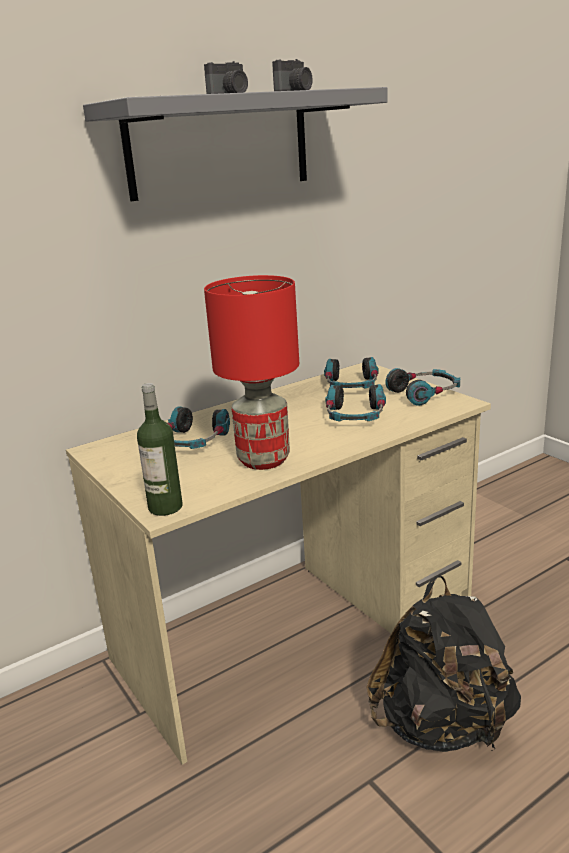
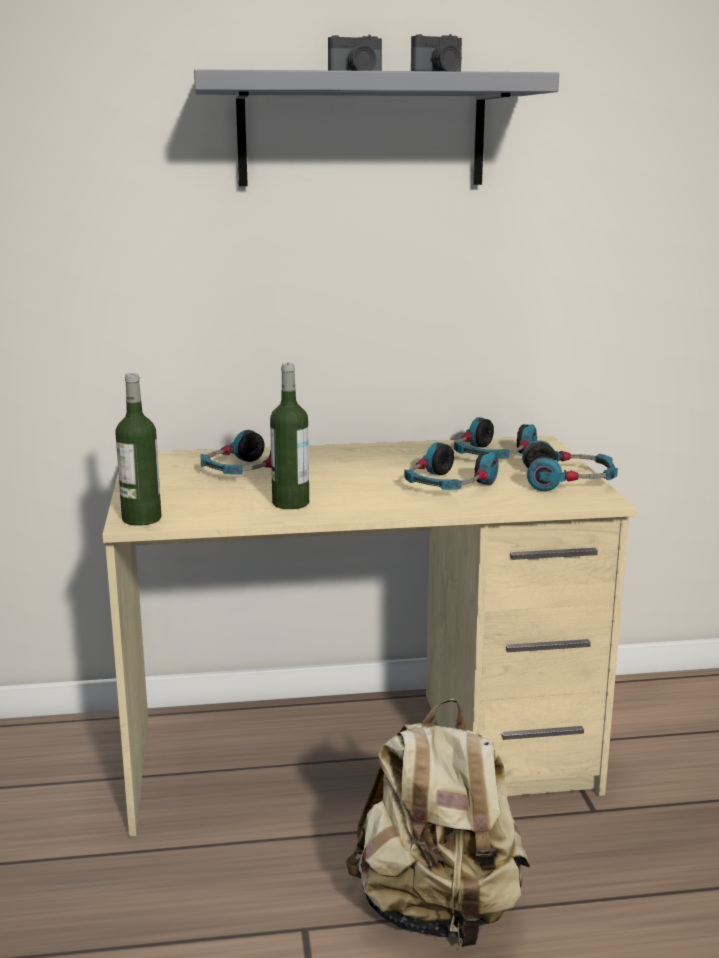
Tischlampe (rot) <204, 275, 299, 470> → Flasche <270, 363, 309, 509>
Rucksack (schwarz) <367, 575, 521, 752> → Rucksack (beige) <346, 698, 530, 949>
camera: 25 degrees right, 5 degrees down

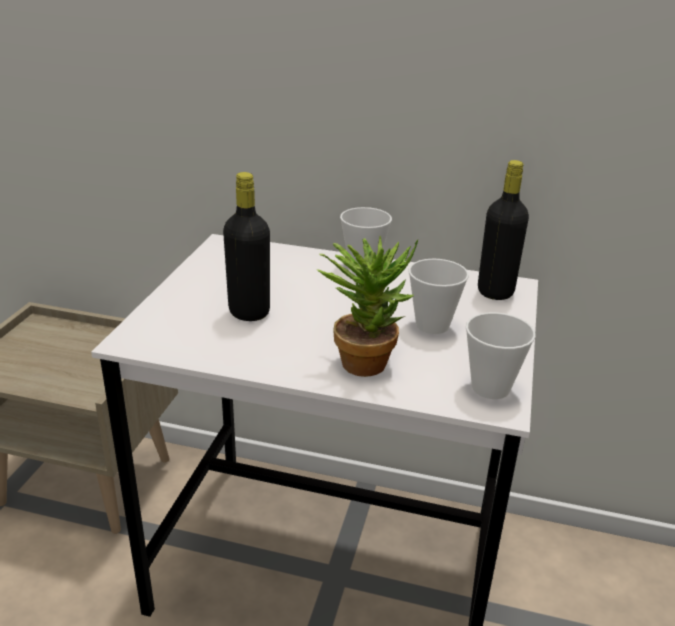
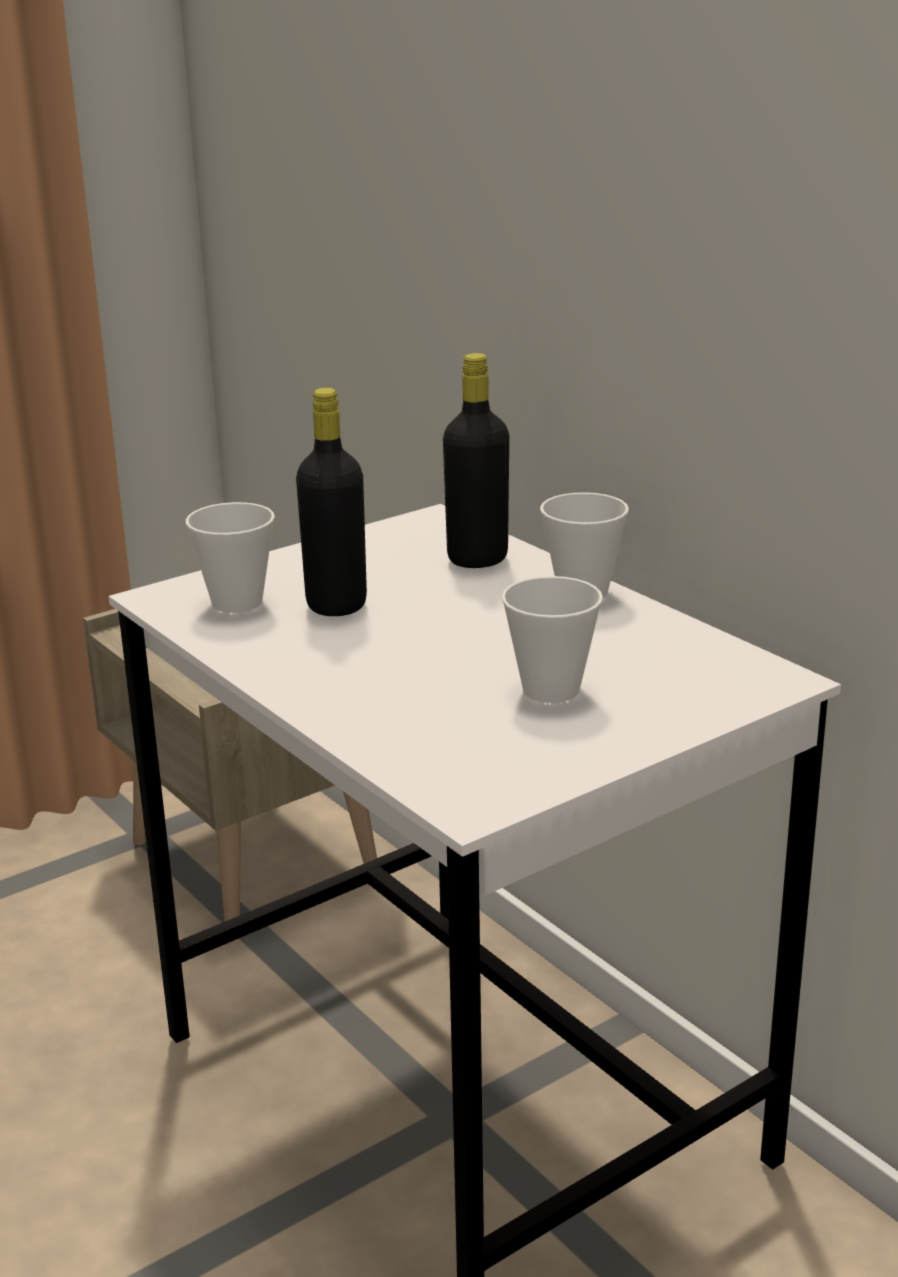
Tasse <466, 312, 536, 399> → Tasse <185, 502, 275, 613>, relocated
Flasche (schwarz) <478, 160, 529, 300> → Flasche (schwarz) <443, 353, 509, 568>, relocated
Topfpflanze <317, 236, 418, 377> → -
camera: 40 degrees right, 5 degrees down

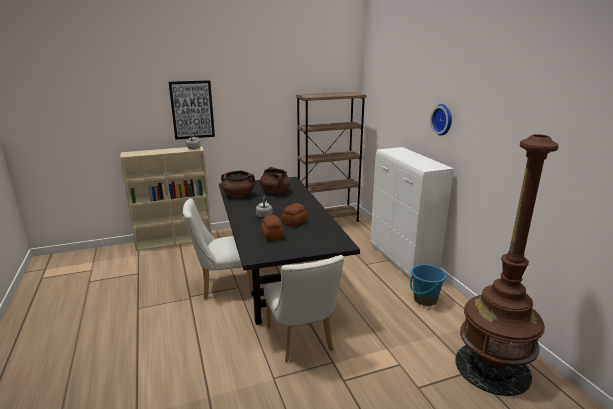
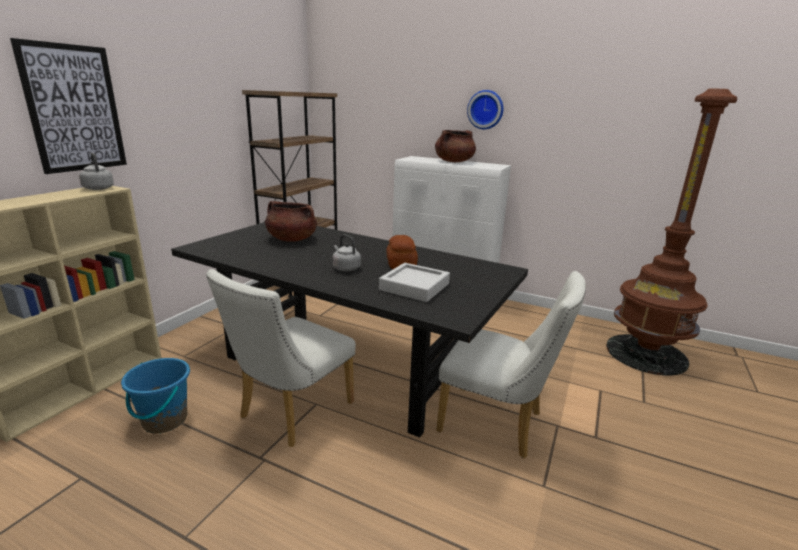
Eimer (blau) <410, 264, 447, 306> → Eimer (blau) <121, 358, 190, 433>, relocated
Brot <261, 215, 284, 241> → Tablett (grau) <379, 263, 450, 302>
Kochtopf (braun) <221, 171, 255, 197> → Kochtopf (braun) <435, 130, 476, 162>, relocated
camera: 45 degrees left, 0 degrees up

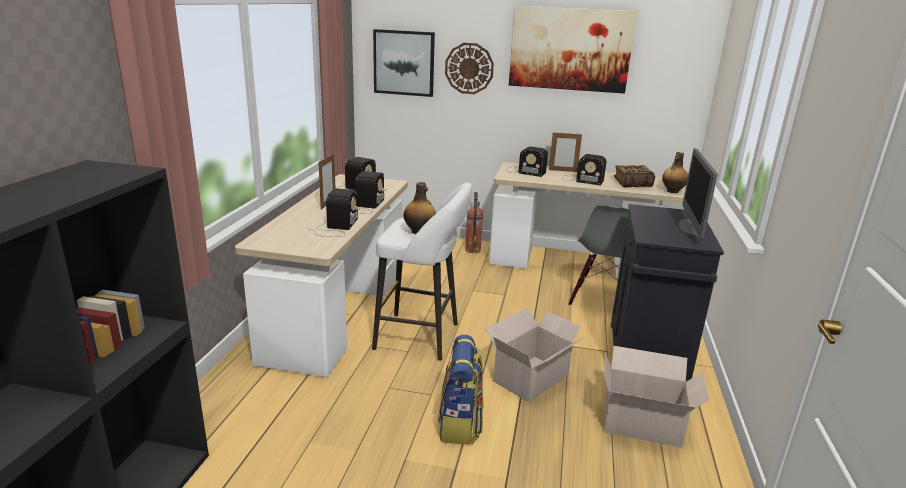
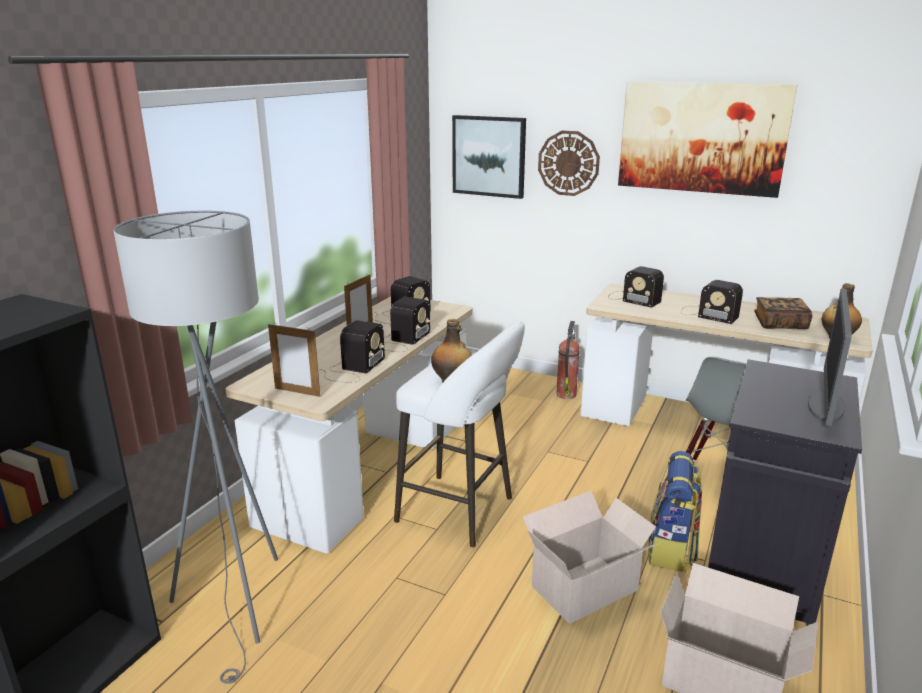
- → Stehlampe (grau) <113, 210, 278, 684>
Bilderrahmen <549, 133, 582, 172> → Bilderrahmen <268, 324, 320, 397>, relocated
Rucksack <438, 335, 483, 445> → Rucksack <648, 451, 702, 572>, relocated
camera: 15 degrees right, 0 degrees up

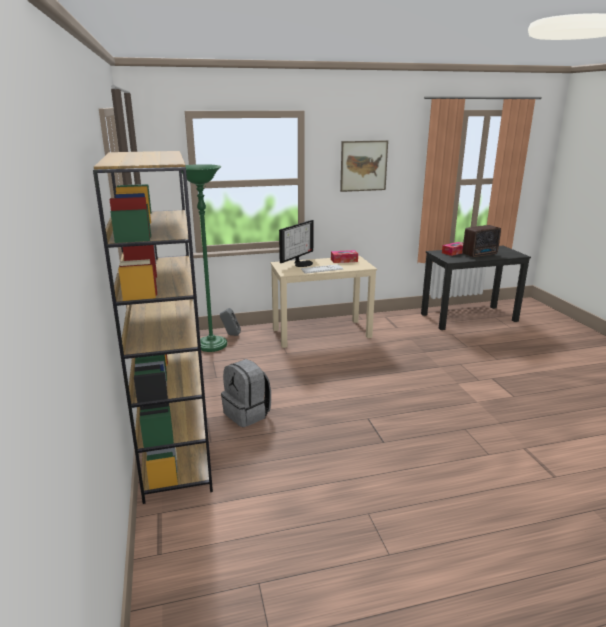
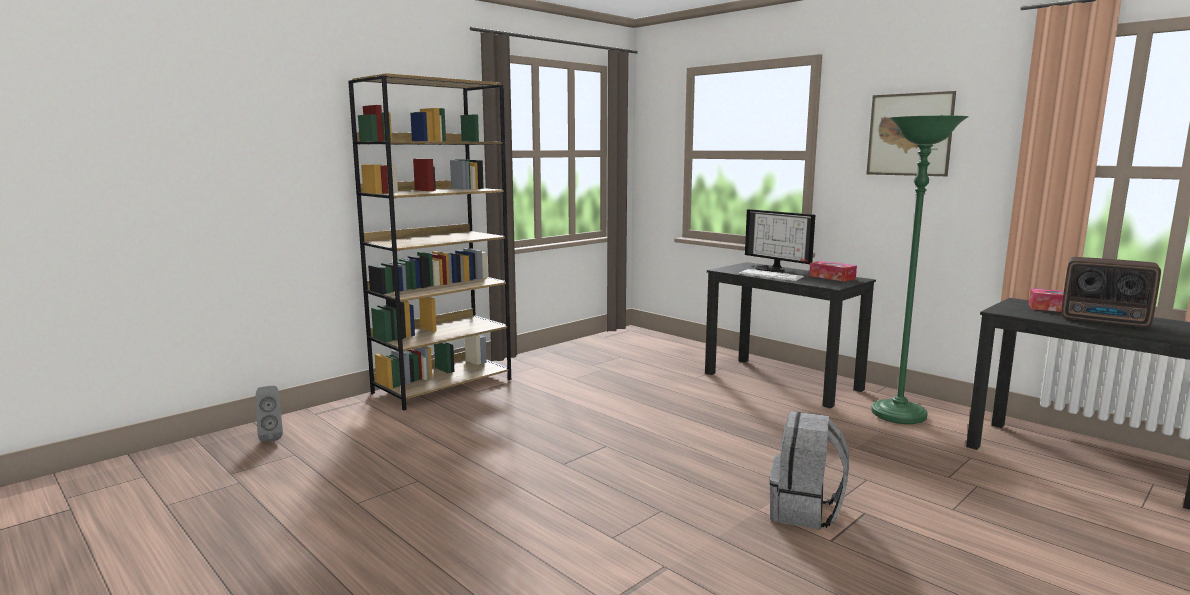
Lautsprecher (grau) <220, 308, 241, 336> → Lautsprecher (grau) <256, 386, 283, 442>, relocated
Schreibtisch (beige) <270, 256, 377, 348> → Schreibtisch (schwarz) <705, 262, 876, 408>
Monitor <279, 220, 314, 267> → Monitor <745, 209, 815, 272>, 45 degrees clockwise
Rucksack (grau) <221, 359, 271, 427> → Rucksack (grau) <769, 411, 849, 530>, relocated
Stehlampe (grün) <182, 164, 227, 352> → Stehlampe (grün) <871, 116, 969, 424>, relocated
camera: 60 degrees right, 10 degrees down

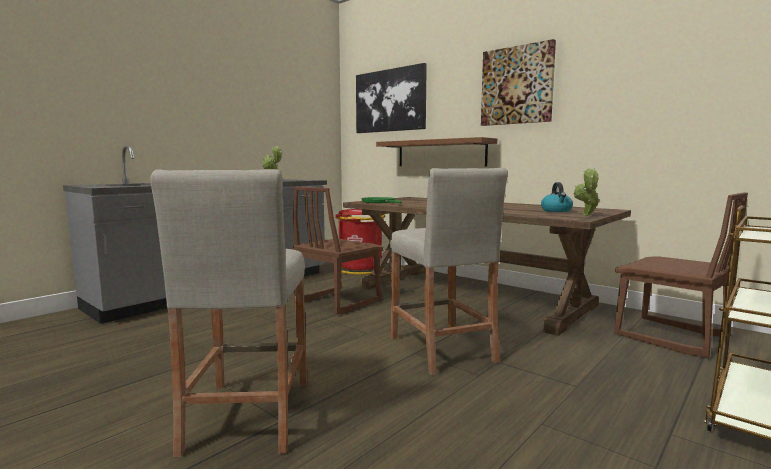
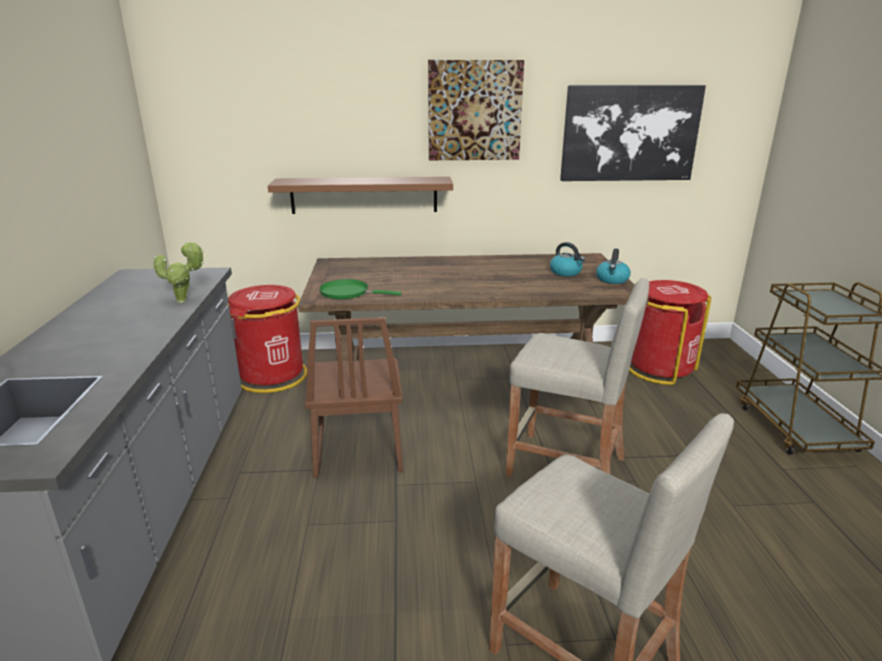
Bild <356, 63, 427, 133> → Bild <560, 85, 706, 181>, relocated
Topfpflanze <574, 168, 600, 216> → Wasserkessel <596, 248, 631, 284>
Stuhl (braun) <614, 192, 748, 358> → Mülleimer (rot) <629, 280, 711, 385>
camera: 45 degrees left, 15 degrees up

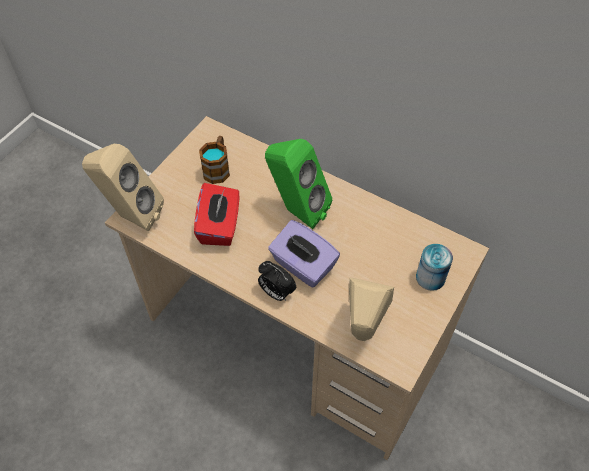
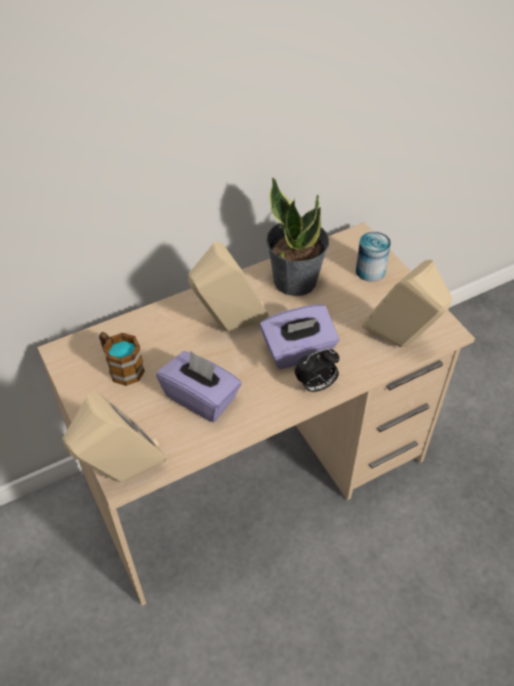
Taschentuchbox (rot) <194, 183, 239, 246> → Taschentuchbox (lila) <156, 351, 242, 422>
Lautsprecher (grün) <265, 139, 332, 229> → Lautsprecher (beige) <188, 242, 269, 332>
- → Topfpflanze <266, 177, 329, 296>
camera: 60 degrees left, 5 degrees down

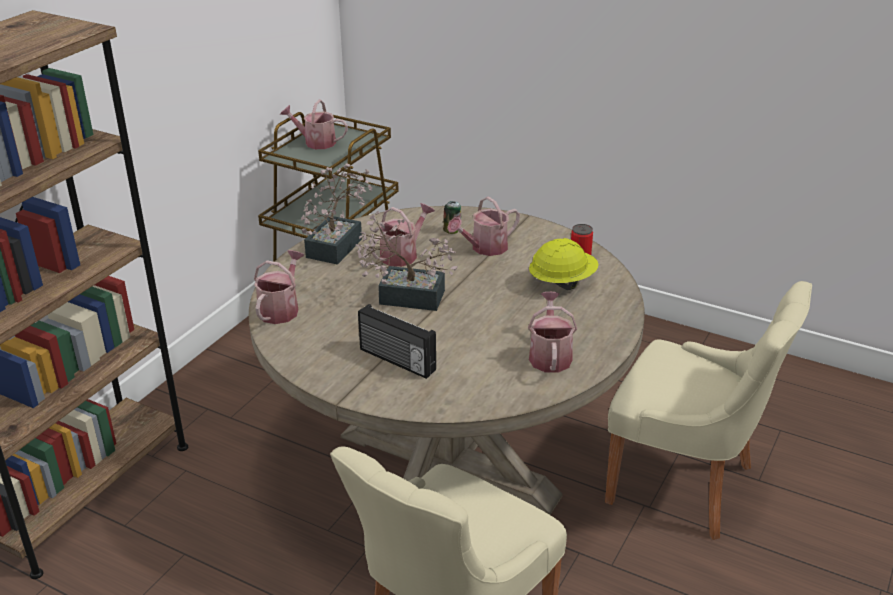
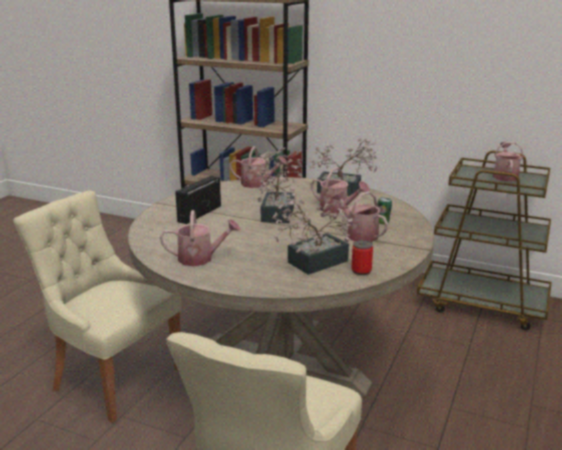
Schutzhelm (gelb) <529, 238, 599, 290> → Topfpflanze <272, 197, 353, 275>
camera: 85 degrees right, 10 degrees down

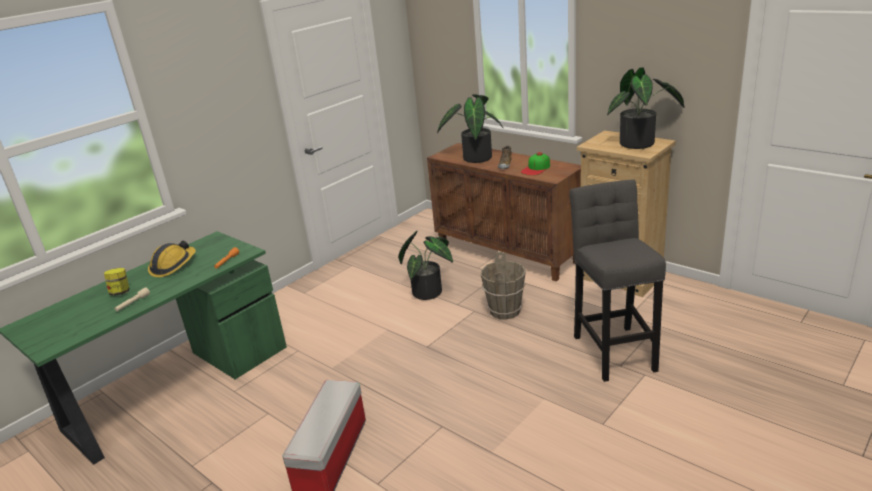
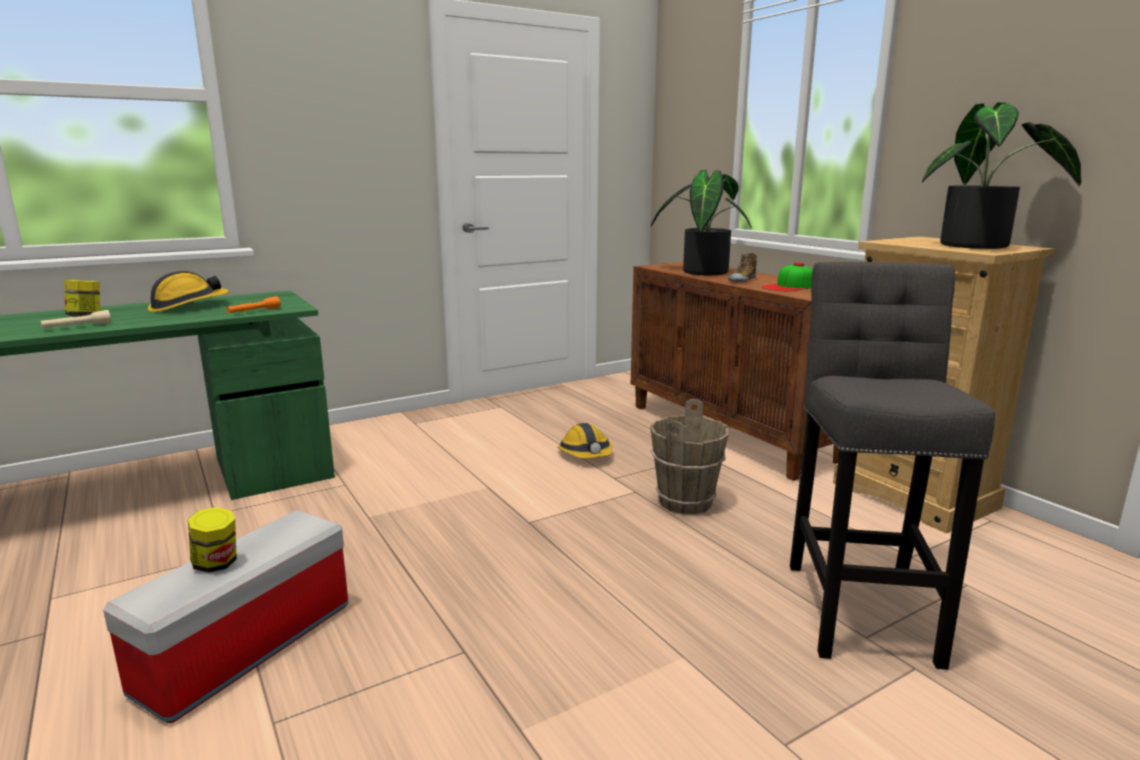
- → Vorratsglas <188, 507, 237, 573>
Topfpflanze <398, 231, 453, 300> → Schutzhelm <557, 423, 612, 459>
camera: 15 degrees right, 10 degrees down

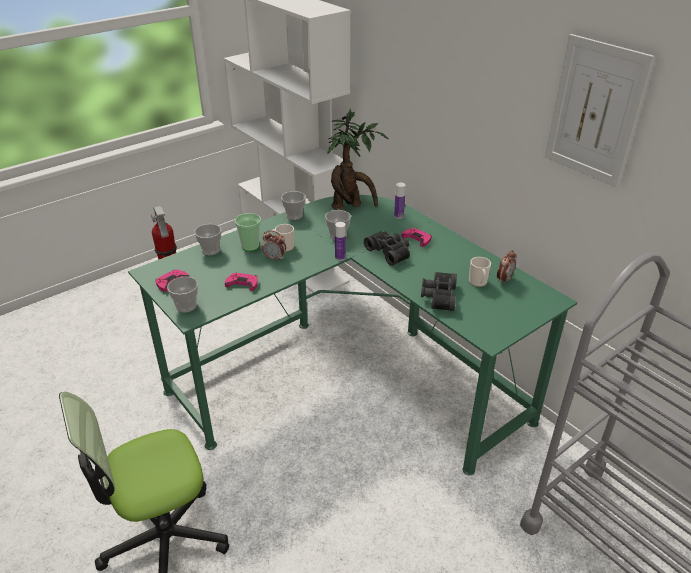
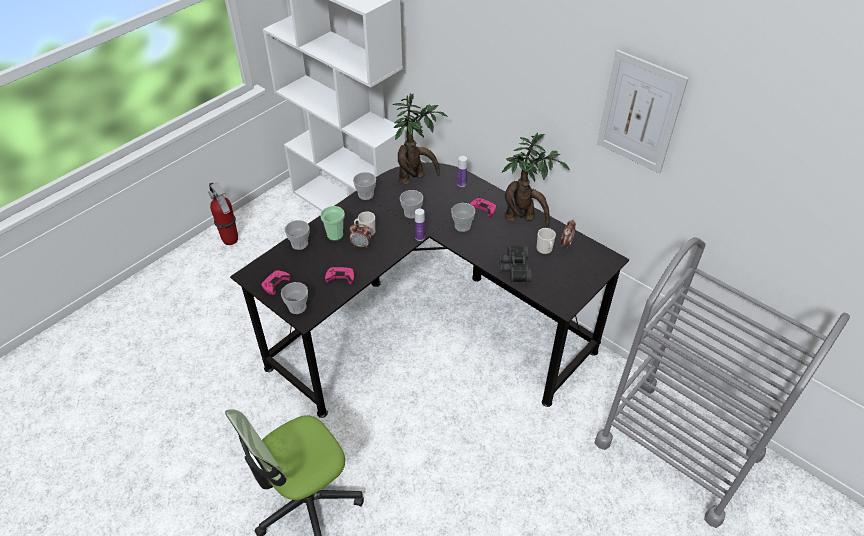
Schreibtisch (grün) <128, 195, 577, 475> → Schreibtisch (schwarz) <230, 162, 629, 418>
Fernglas (schwarz) <364, 231, 410, 266> → Tasse <451, 203, 475, 232>
- → Topfpflanze <502, 132, 570, 226>
camera: 10 degrees left, 10 degrees up

